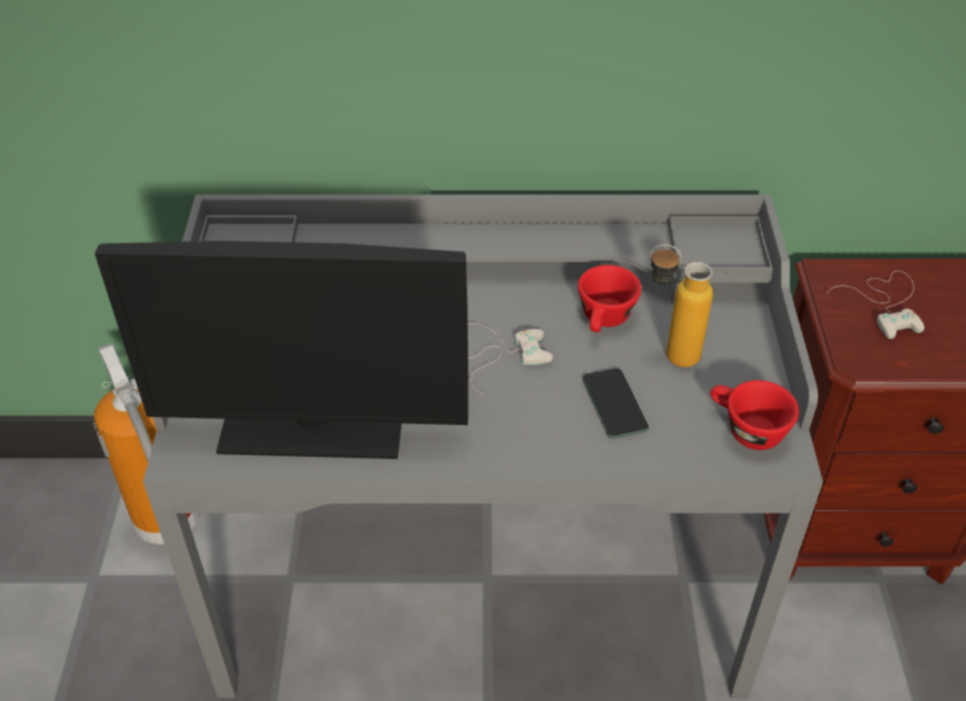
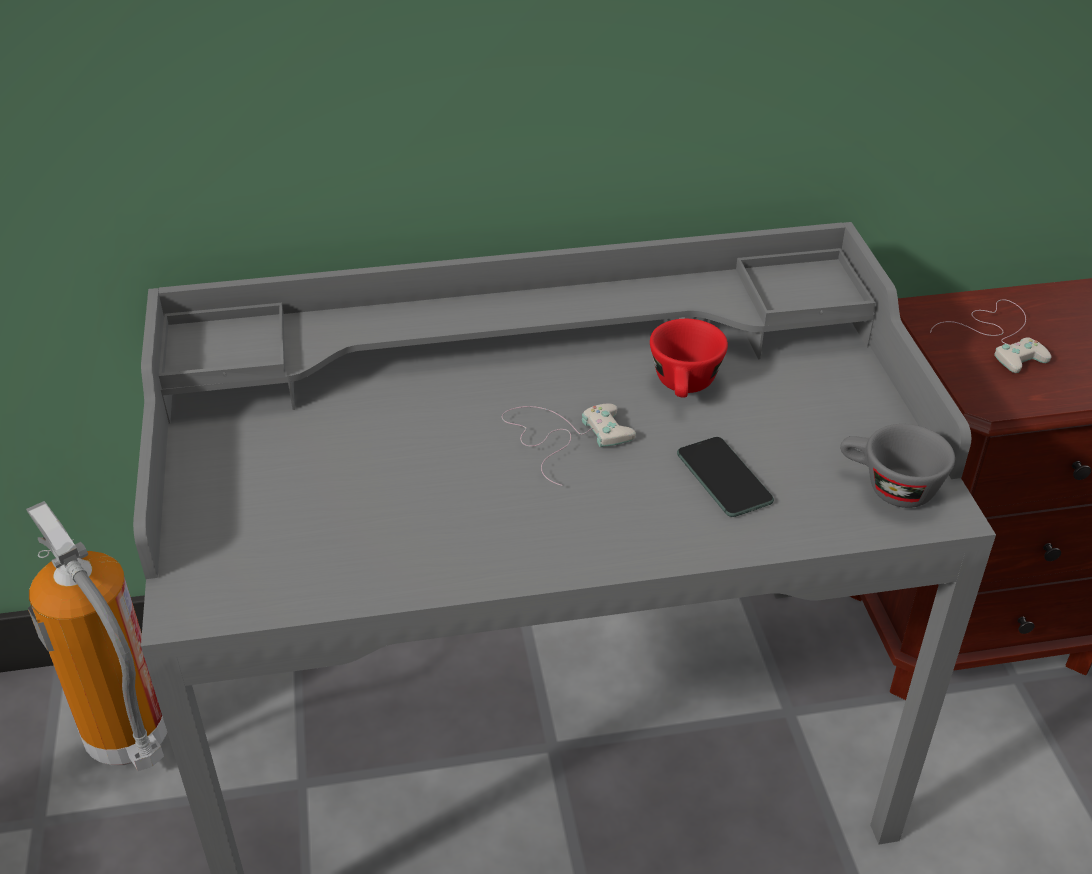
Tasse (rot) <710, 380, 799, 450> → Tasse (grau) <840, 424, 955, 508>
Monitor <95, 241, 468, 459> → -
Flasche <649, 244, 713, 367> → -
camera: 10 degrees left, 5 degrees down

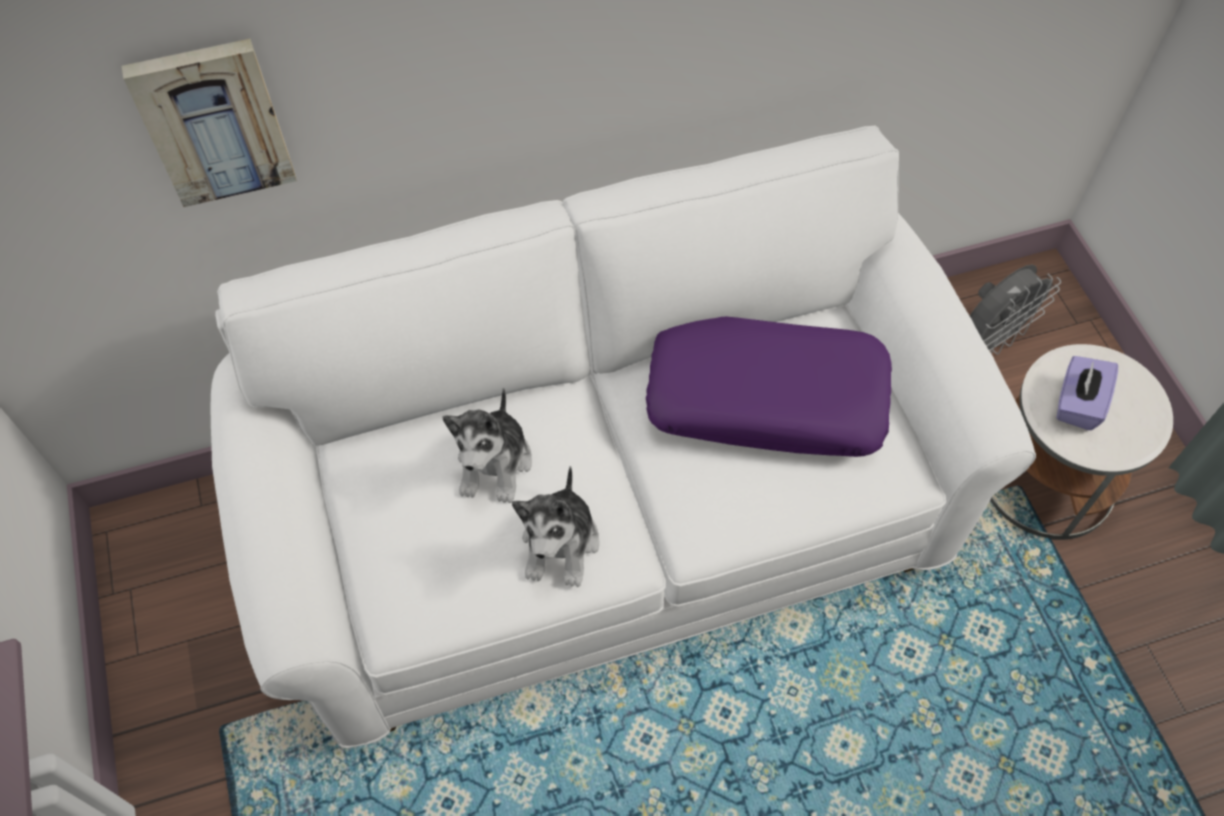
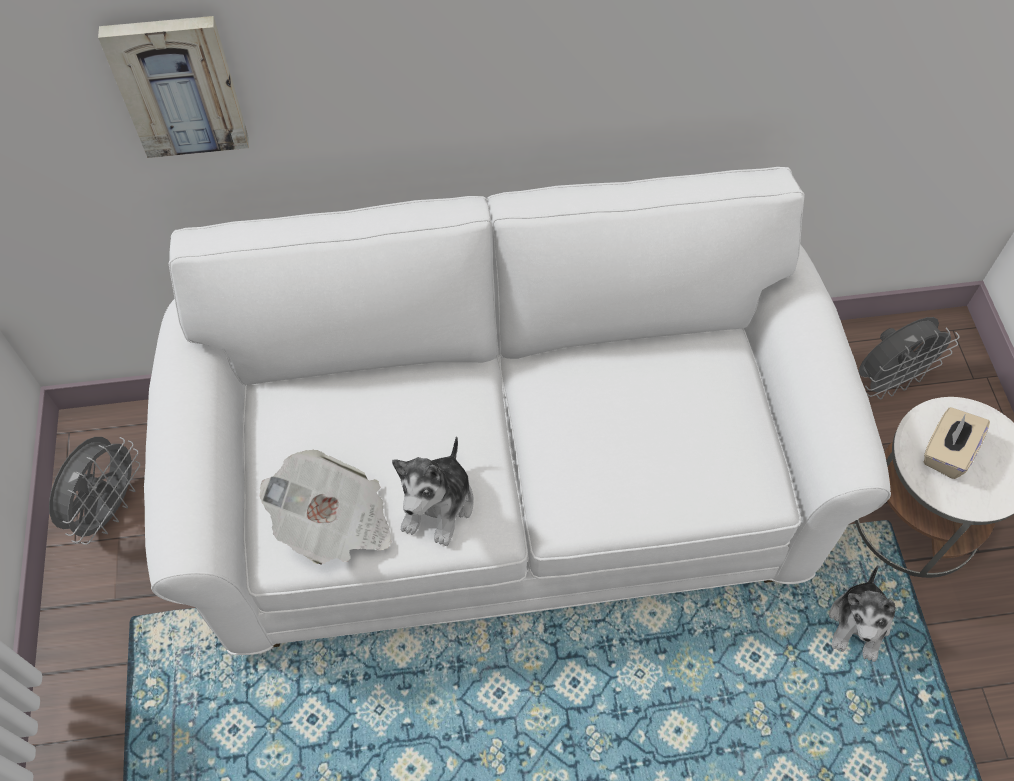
- → Ventilator (grau) <49, 437, 140, 545>
- → Zeitung <260, 450, 392, 565>
Plüschtier <442, 387, 532, 504> → Plüschtier <829, 566, 895, 662>, relocated
Taschentuchbox (lila) <1056, 356, 1118, 430> → Taschentuchbox (beige) <923, 407, 990, 479>
Kissen (lila) <646, 317, 892, 457> → -
camera: 10 degrees right, 0 degrees up

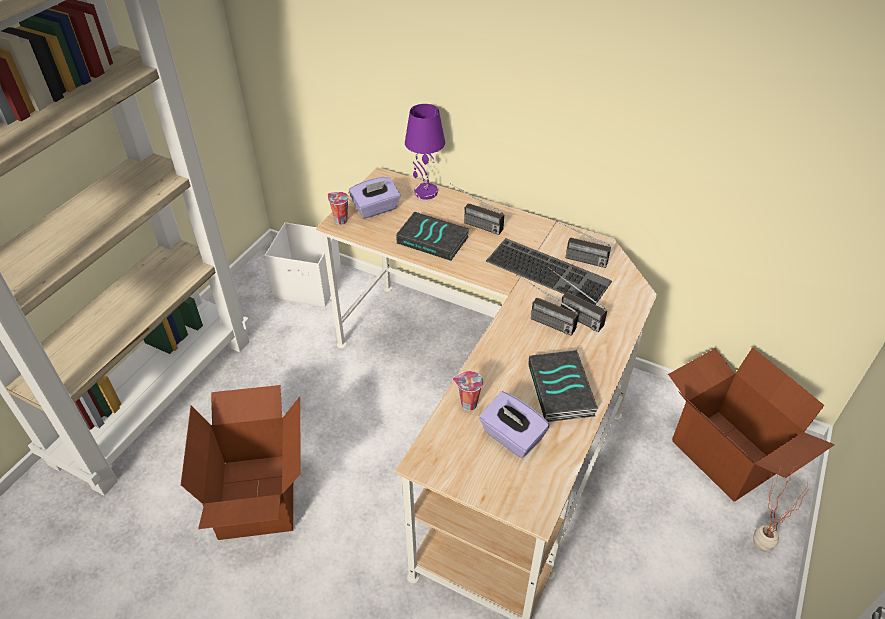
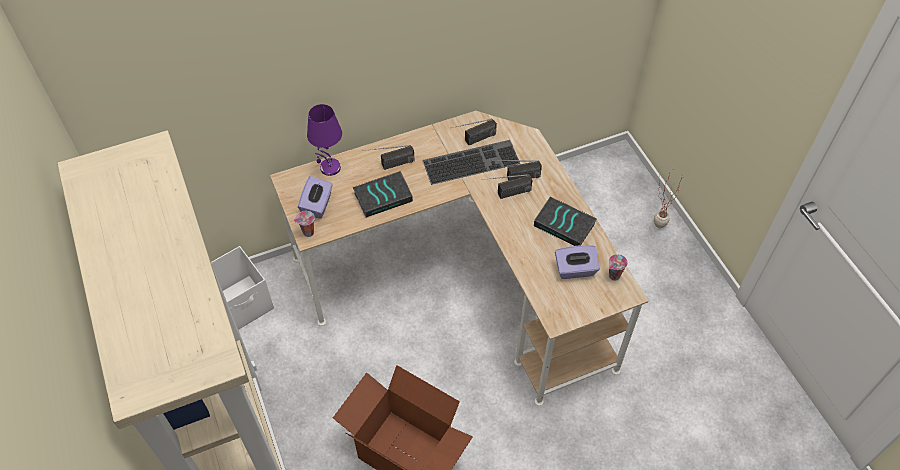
Tasse <453, 371, 483, 411> → Tasse <609, 254, 628, 281>, relocated
Karton <668, 347, 835, 501> → -
camera: 50 degrees left, 10 degrees up

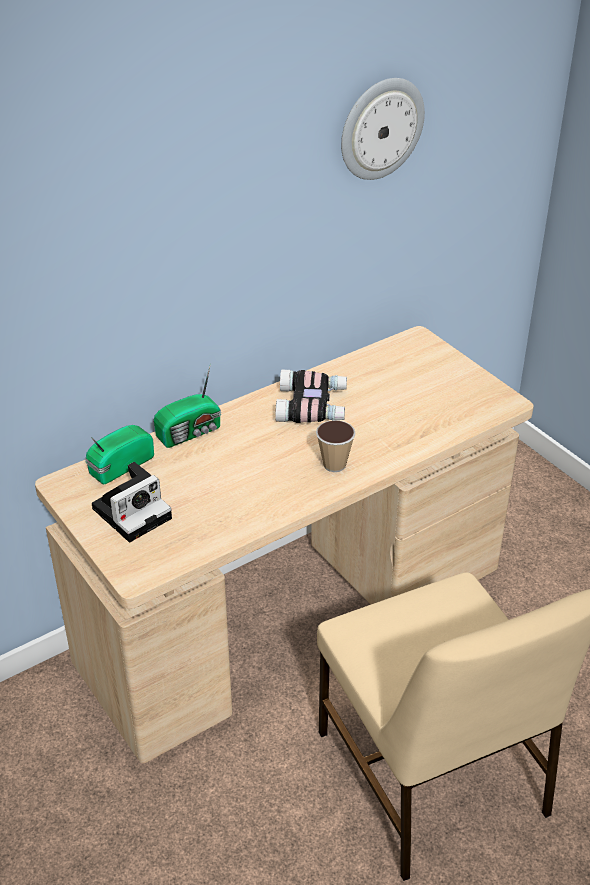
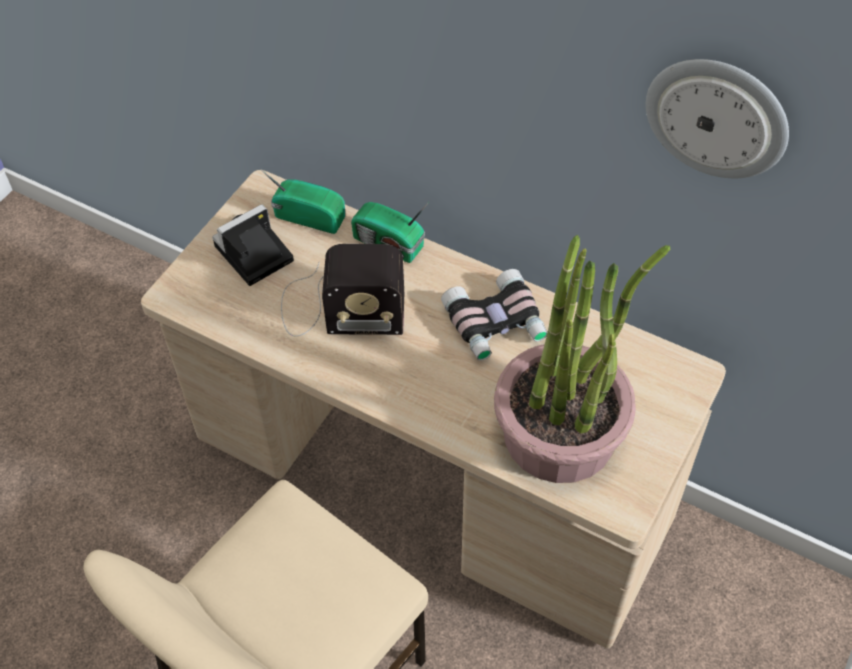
Kamera <92, 462, 172, 542> → Kamera <212, 204, 294, 286>, 120 degrees clockwise
- → Radio <281, 244, 404, 337>
- → Topfpflanze <494, 235, 670, 483>
Tasse <316, 420, 356, 472> → -
camera: 65 degrees right, 15 degrees up

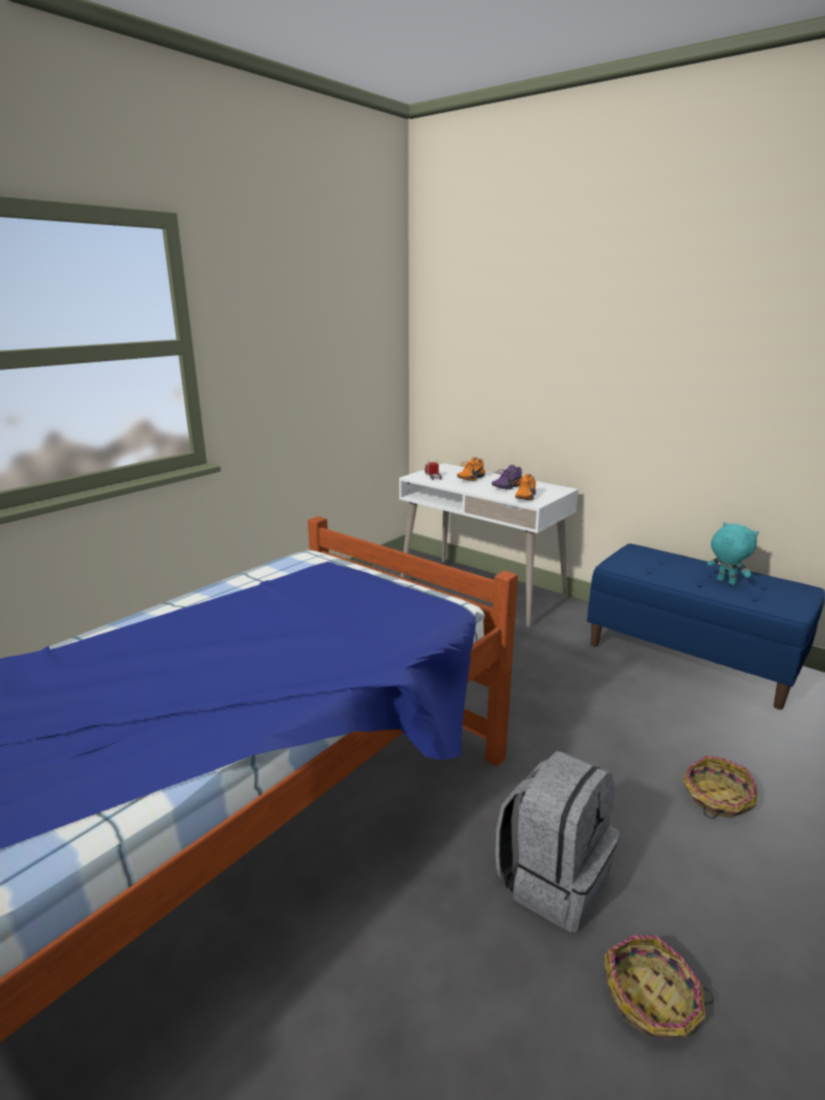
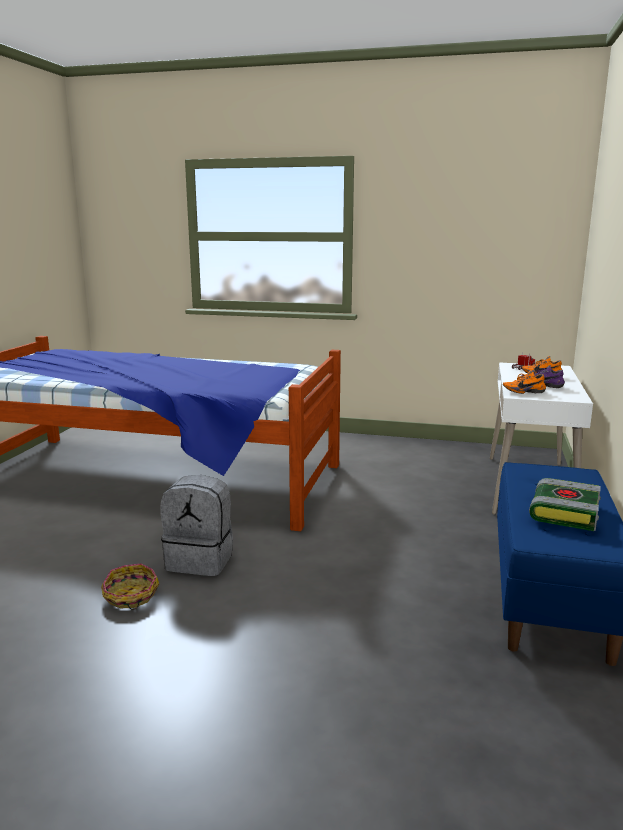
Plüschtier (türkis) <707, 522, 759, 585> → Buch <529, 478, 601, 531>
Korb <682, 755, 757, 818> → -
camera: 65 degrees right, 5 degrees down

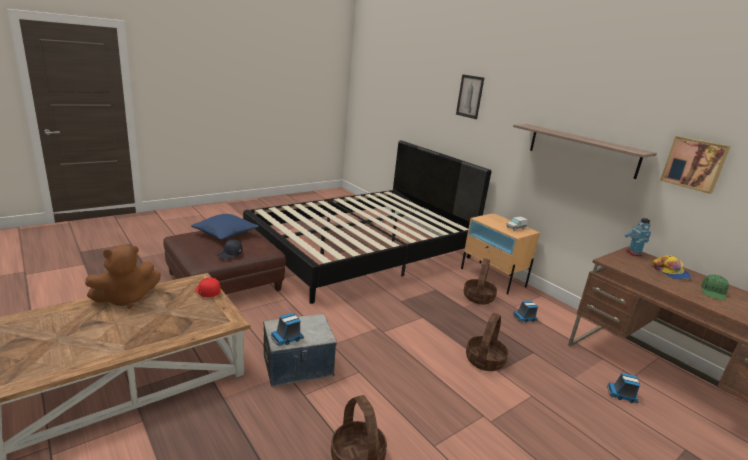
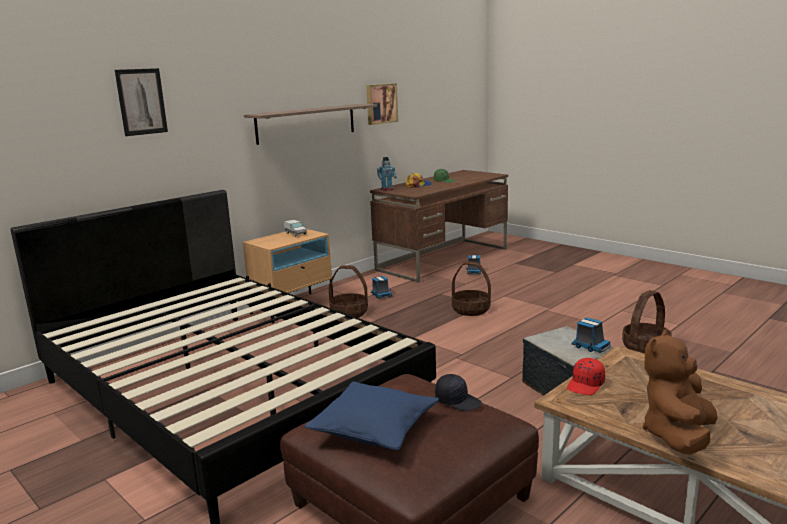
Plüschtier (braun) <85, 245, 161, 309> → Plüschtier (braun) <643, 329, 718, 455>, 105 degrees counterclockwise
camera: 95 degrees left, 5 degrees down

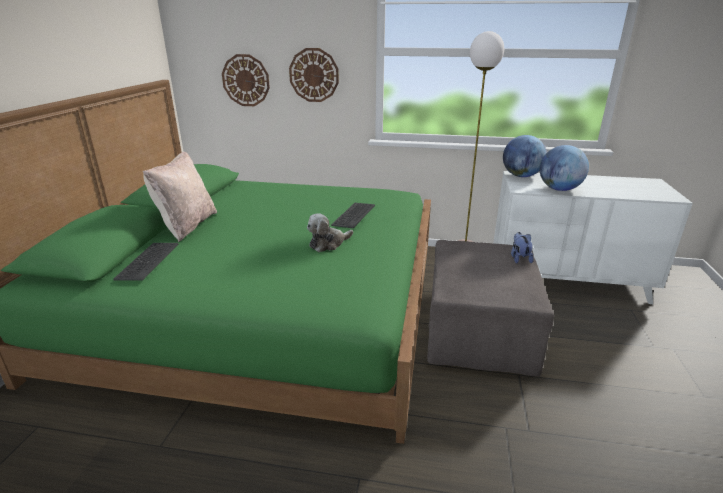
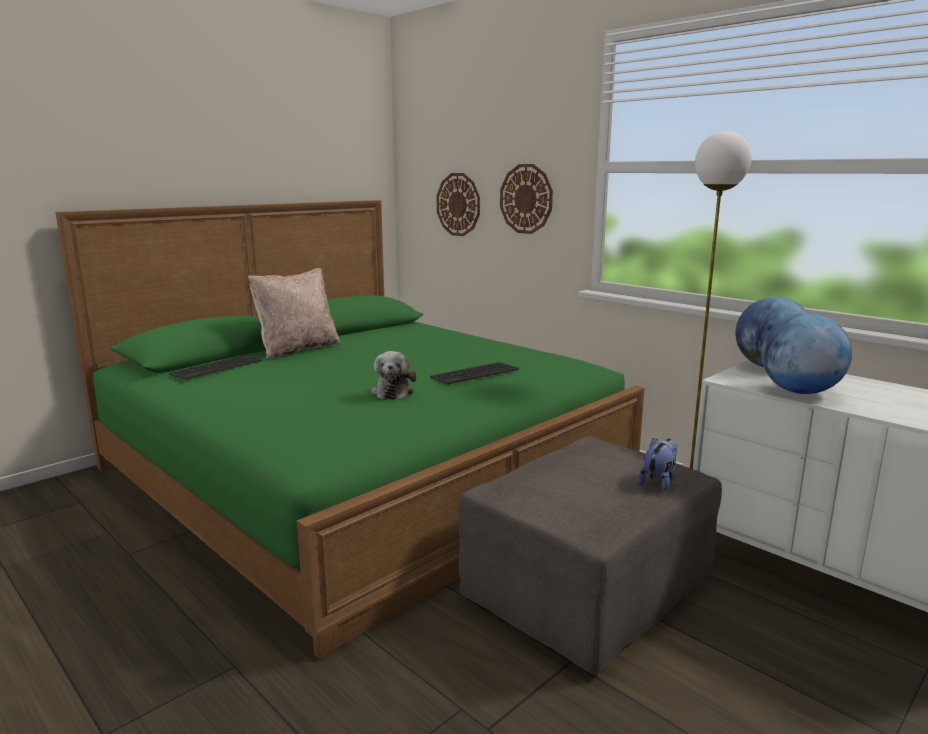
Plüschtier <307, 213, 353, 252> → Plüschtier <372, 351, 416, 400>, 90 degrees counterclockwise
camera: 35 degrees right, 10 degrees down

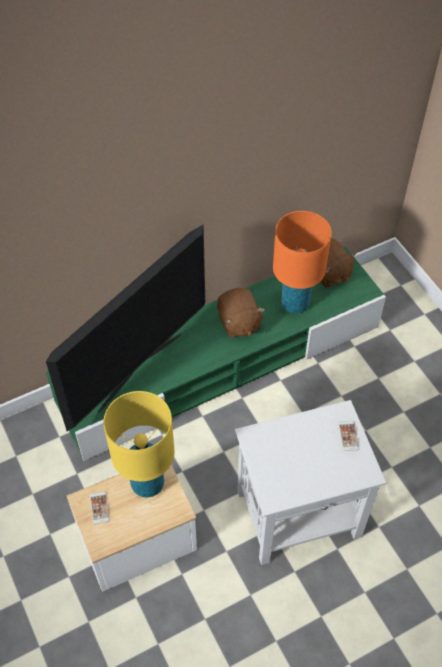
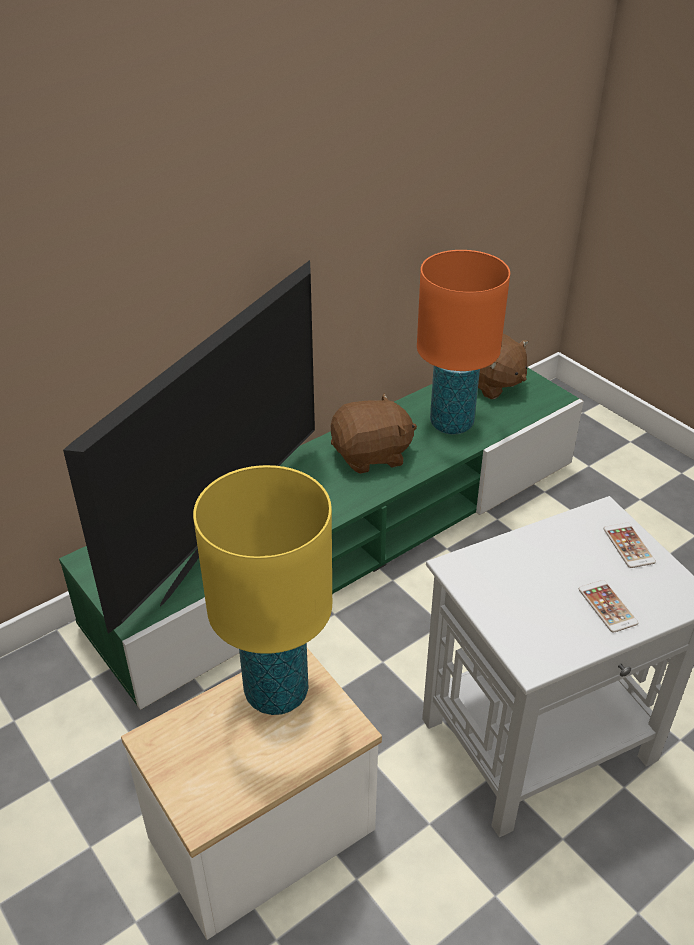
Plüschtier (braun) <217, 288, 265, 338> → Plüschtier (braun) <331, 393, 417, 474>, 75 degrees counterclockwise
Handy <90, 492, 109, 524> → Handy <579, 580, 638, 632>, relocated
camera: 10 degrees left, 15 degrees down

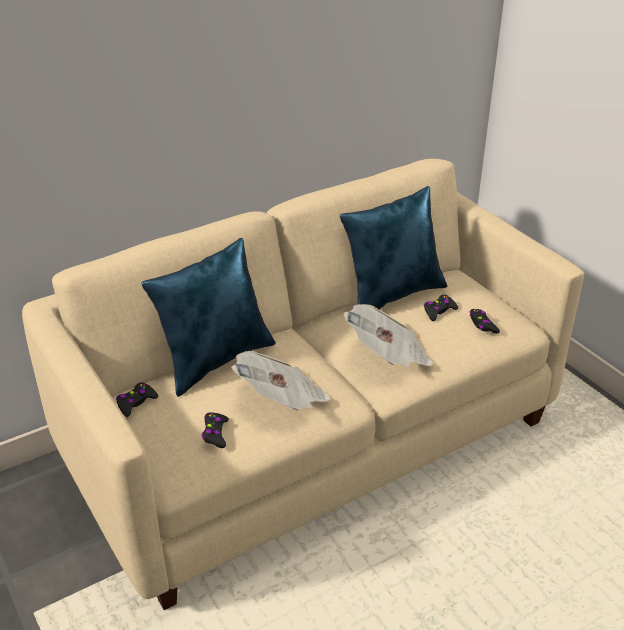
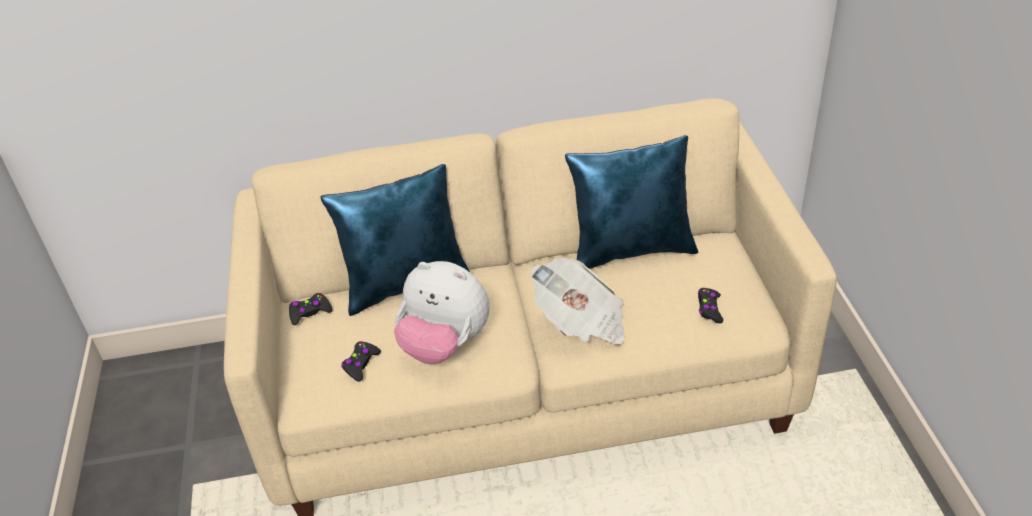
Zeitung <231, 351, 331, 410> → Plüschtier <394, 261, 490, 364>
Gamepad (schwarz) <424, 295, 458, 321> → -
camera: 25 degrees right, 5 degrees up

